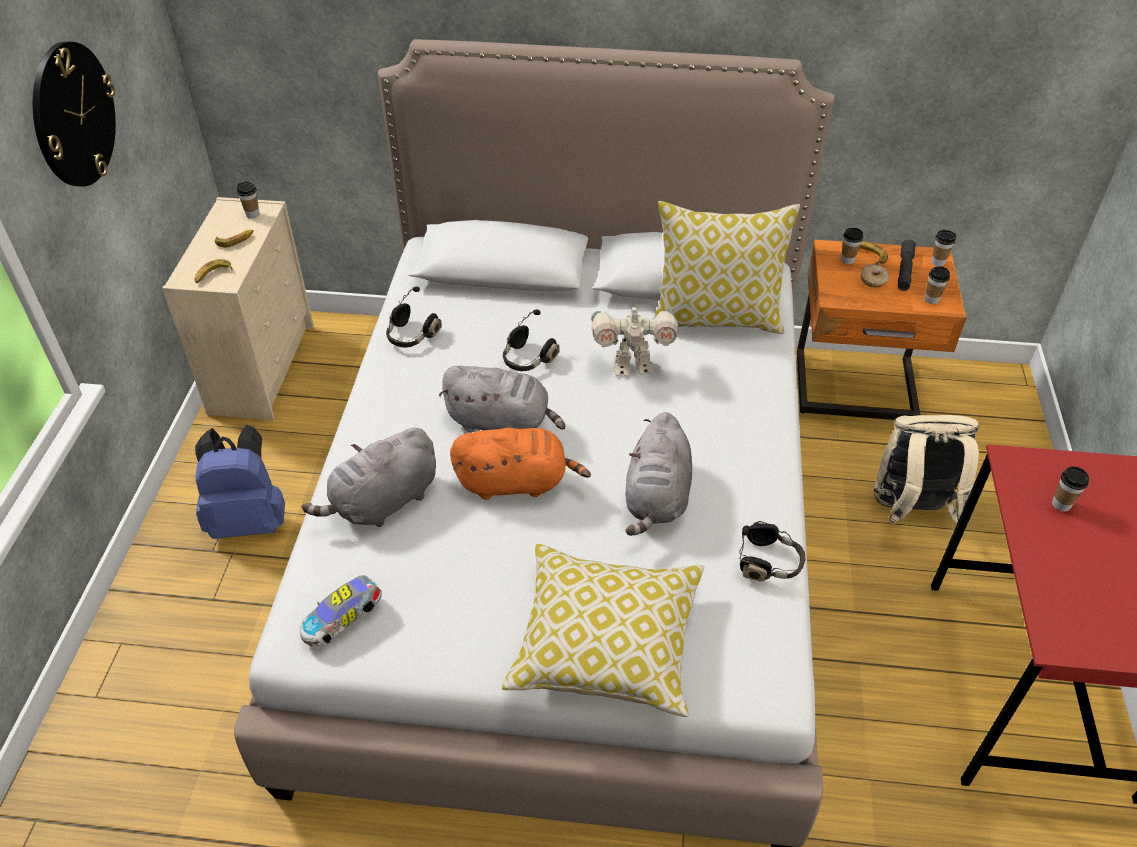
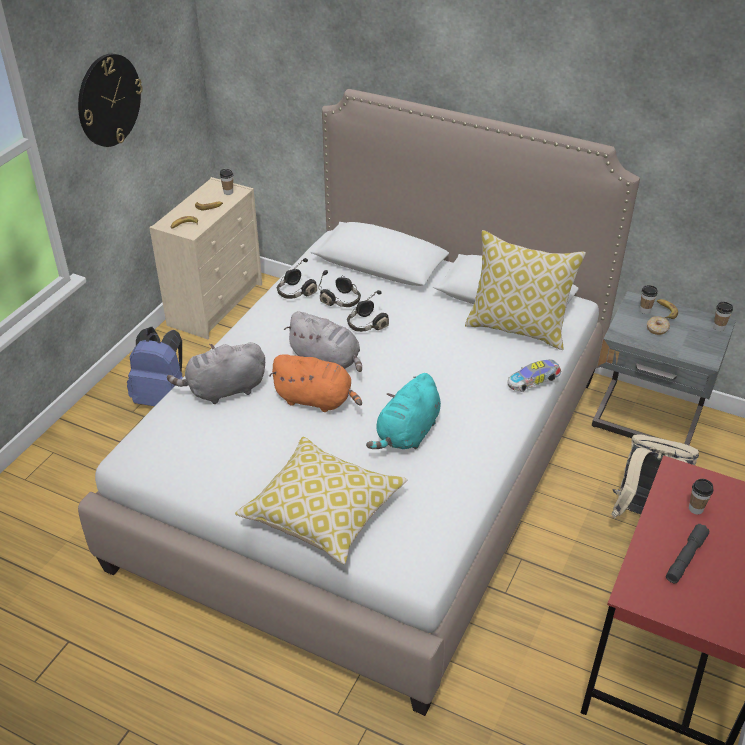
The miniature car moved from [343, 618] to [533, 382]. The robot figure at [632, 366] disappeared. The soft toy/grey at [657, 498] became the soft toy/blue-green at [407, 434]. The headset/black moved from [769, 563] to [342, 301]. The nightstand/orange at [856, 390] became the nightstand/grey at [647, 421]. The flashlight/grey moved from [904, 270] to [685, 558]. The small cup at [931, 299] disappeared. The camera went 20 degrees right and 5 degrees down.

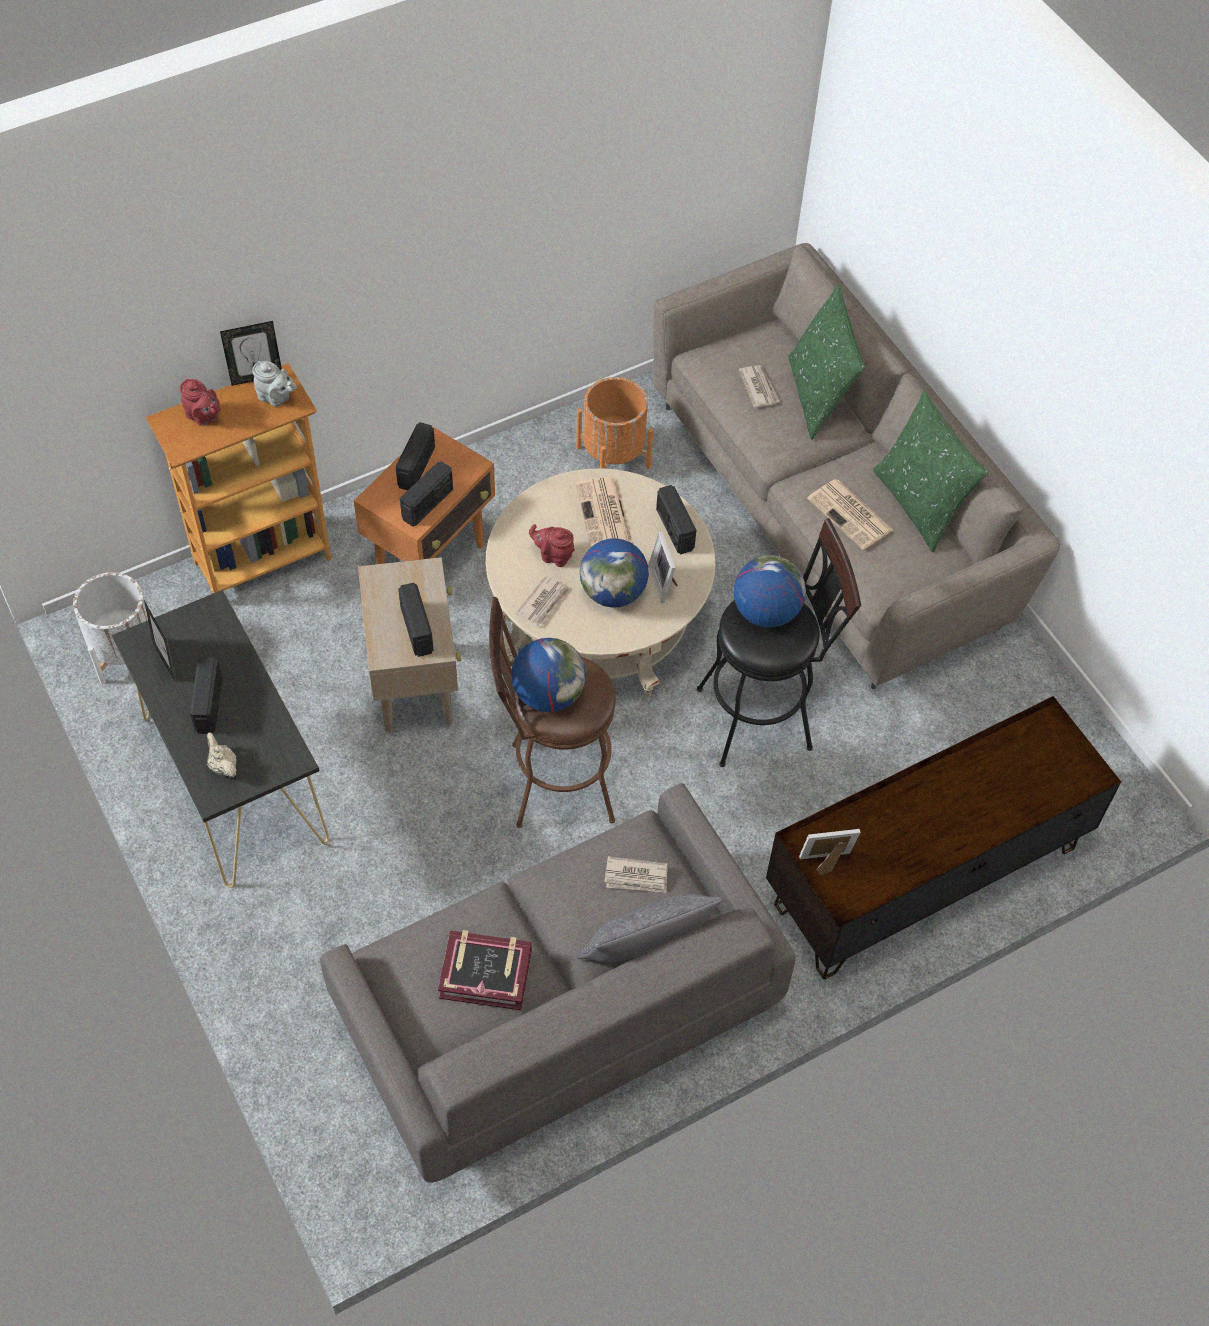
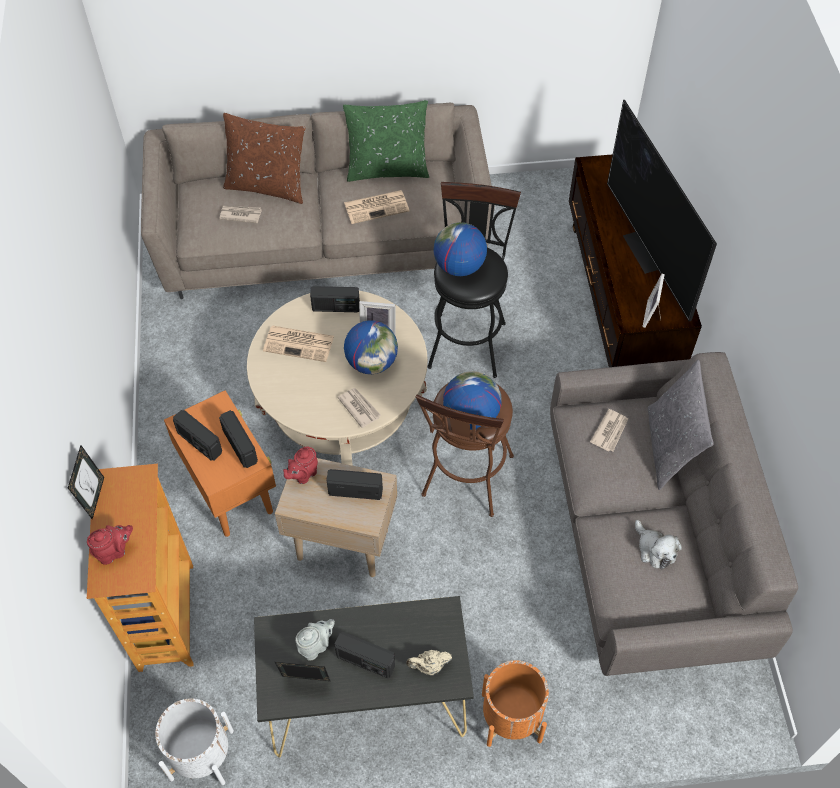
The teapot/grey moved from [276, 398] to [316, 646]. The volume at [486, 973] was replaced by the soft toy at [654, 549]. The teapot/red moved from [553, 556] to [303, 474]. The plant pot/orange moved from [613, 456] to [511, 717]. The cushion/green at [818, 396] became the cushion/brownish at [267, 186]. The TV at [647, 251] appeared. The camera went 65 degrees left and 0 degrees up.

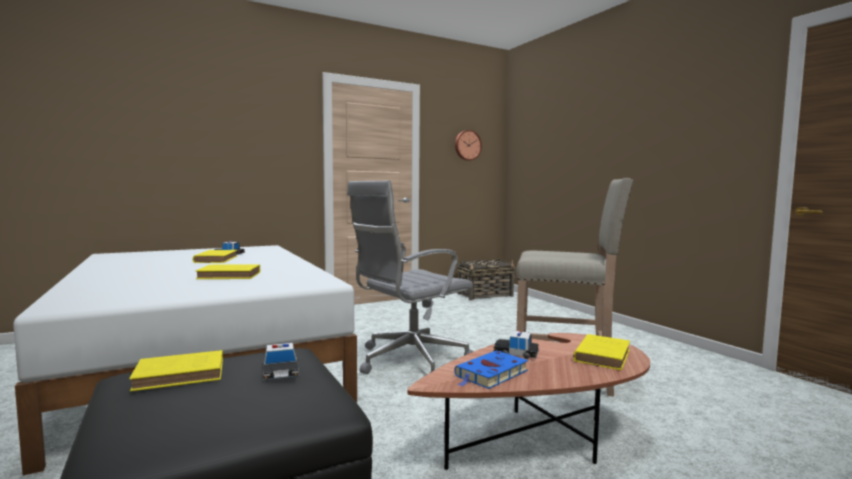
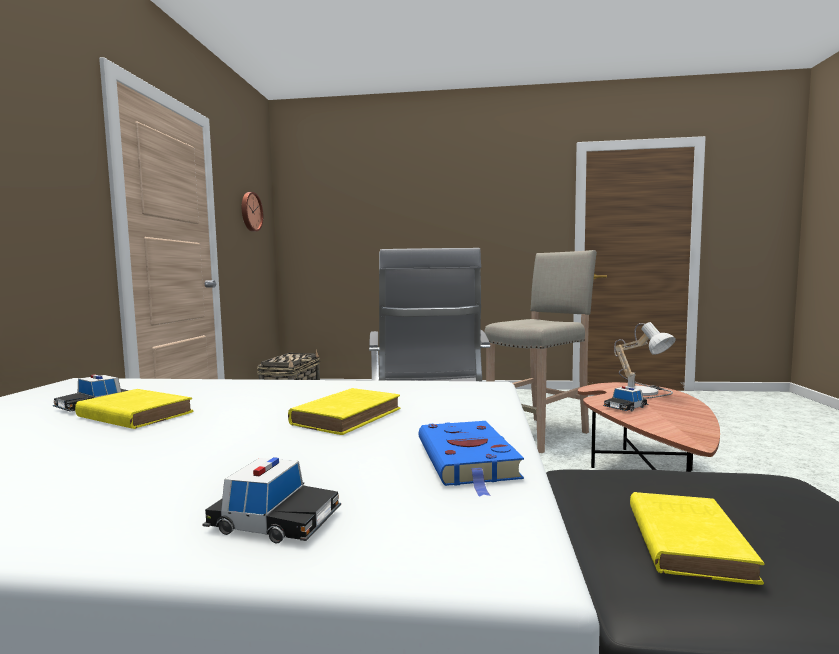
The miniature car moved from [280, 371] to [275, 520]. The volume/bluish moved from [490, 374] to [468, 461]. The volume/yellowish at [602, 355] was replaced by the lamp for a table at [644, 391]. The camera went 55 degrees left and 0 degrees up.

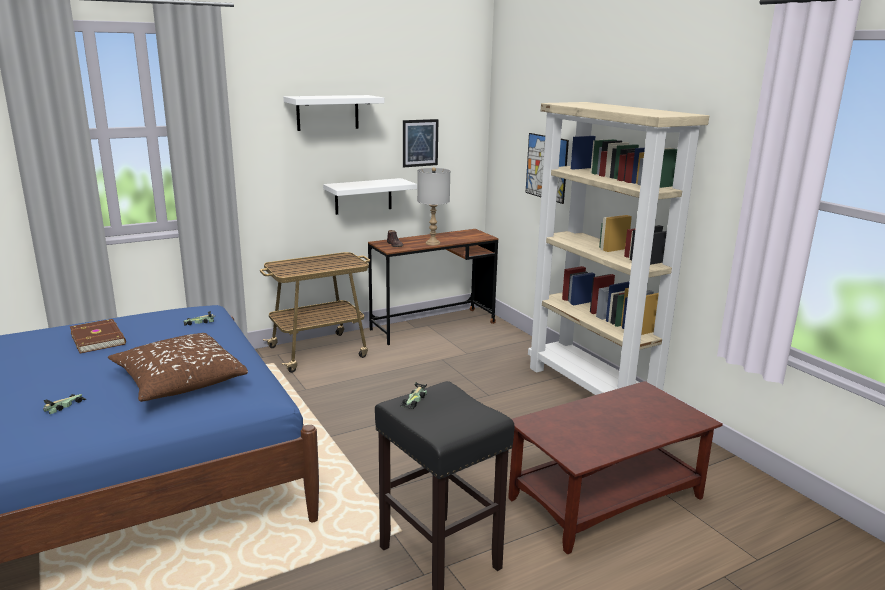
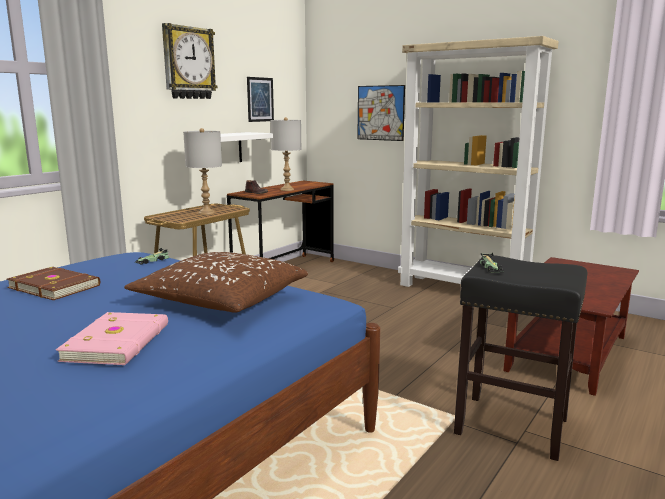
The miniature car at [64, 406] was replaced by the volume/pink-coloured at [119, 342]. The wall shelf/white at [327, 112] was replaced by the hanging clock at [188, 63]. The lamp for a table/grey at [206, 213] appeared. The camera went 25 degrees left and 5 degrees down.

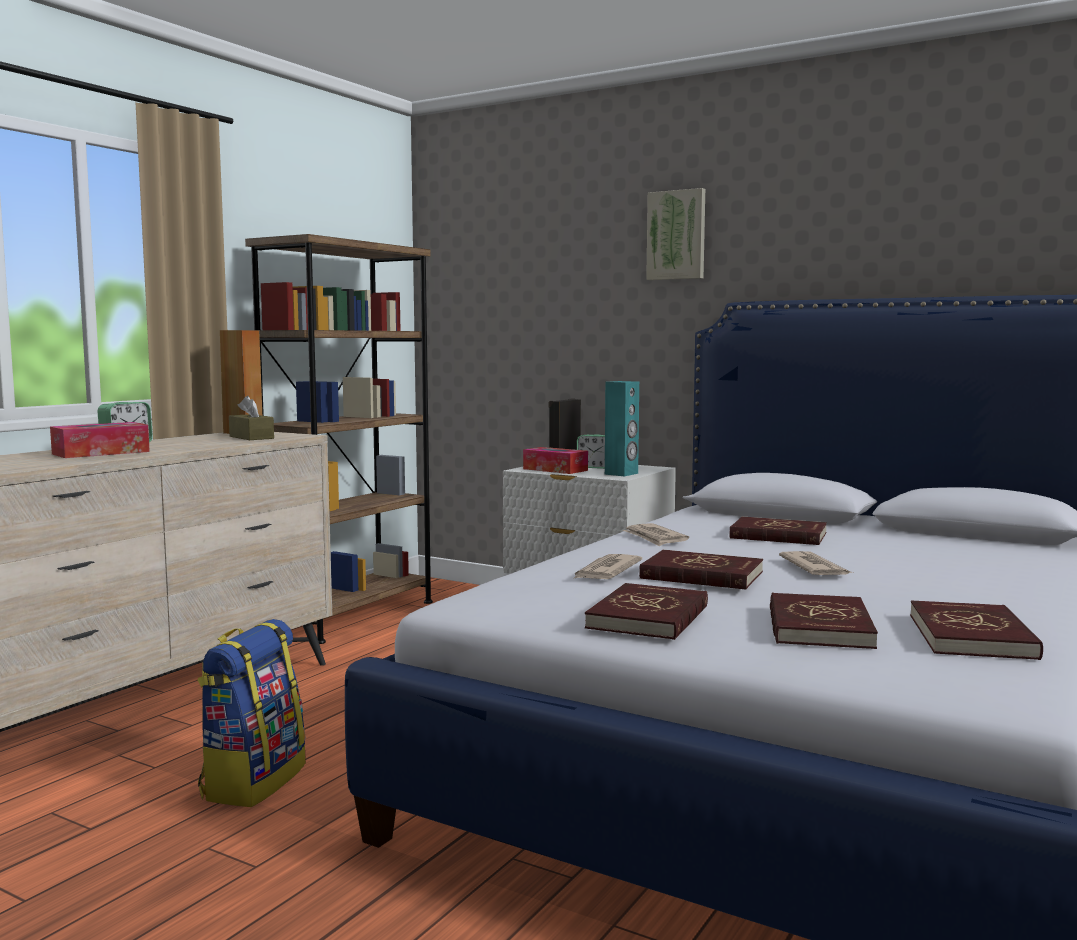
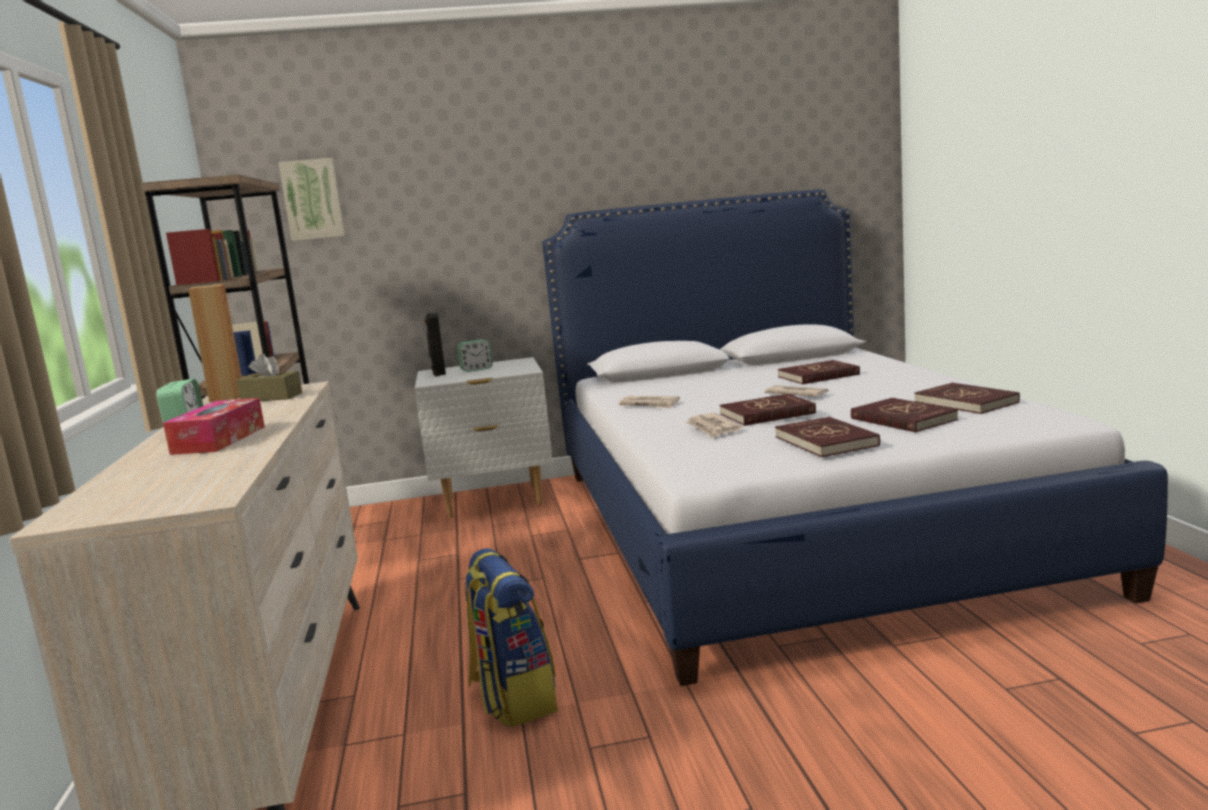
The box of tissues at [555, 469] disappeared. The speaker/blue-green at [621, 474] disappeared. The wall picture moved from [677, 235] to [312, 199]. The volume/red moved from [778, 536] to [818, 376]. The camera went 40 degrees left and 5 degrees up.

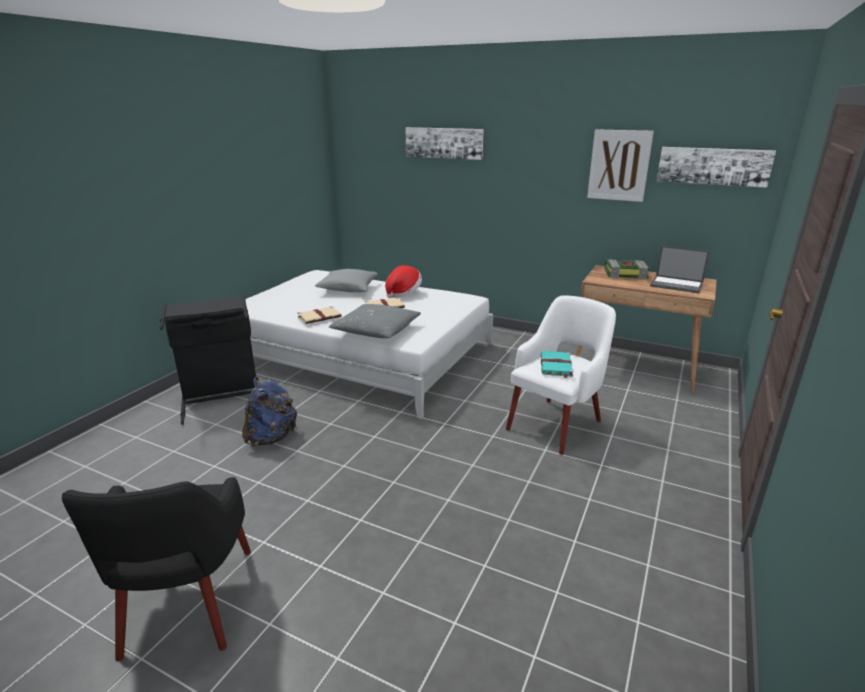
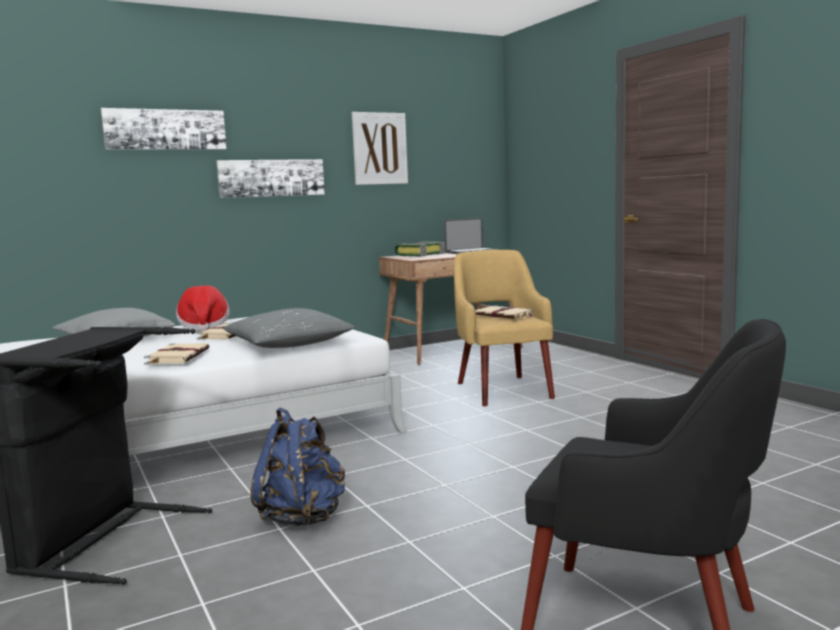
The easy chair/white at [556, 424] became the easy chair/yellowish at [502, 389]. The volume/blue-green at [556, 366] became the volume/beige at [505, 315]. The wall picture moved from [713, 166] to [271, 178]. The camera went 55 degrees left and 15 degrees down.

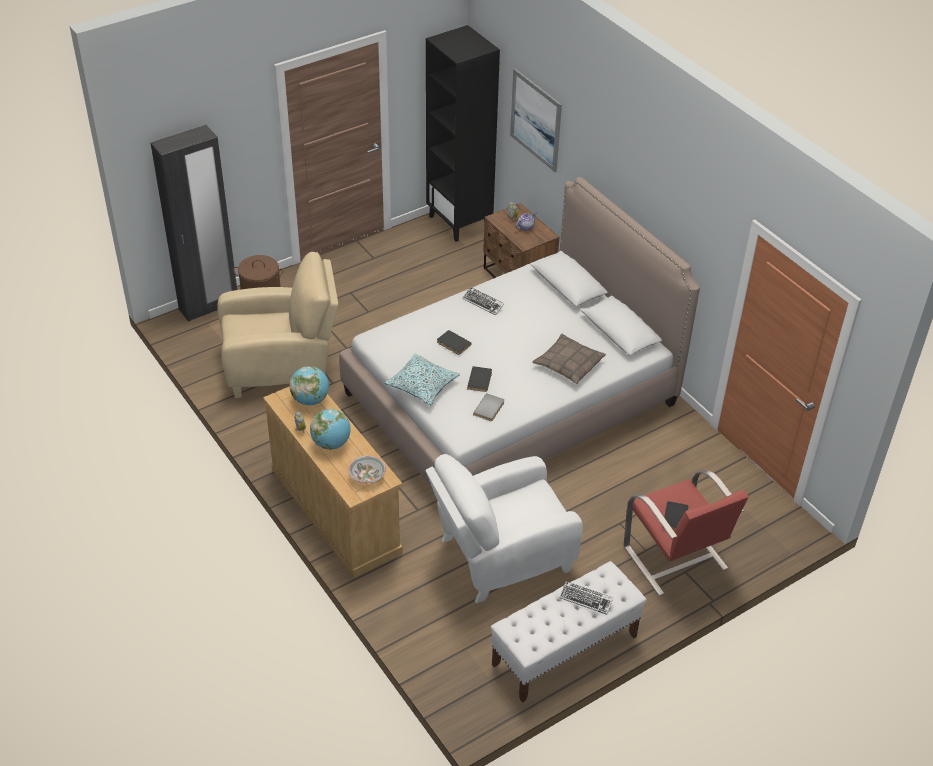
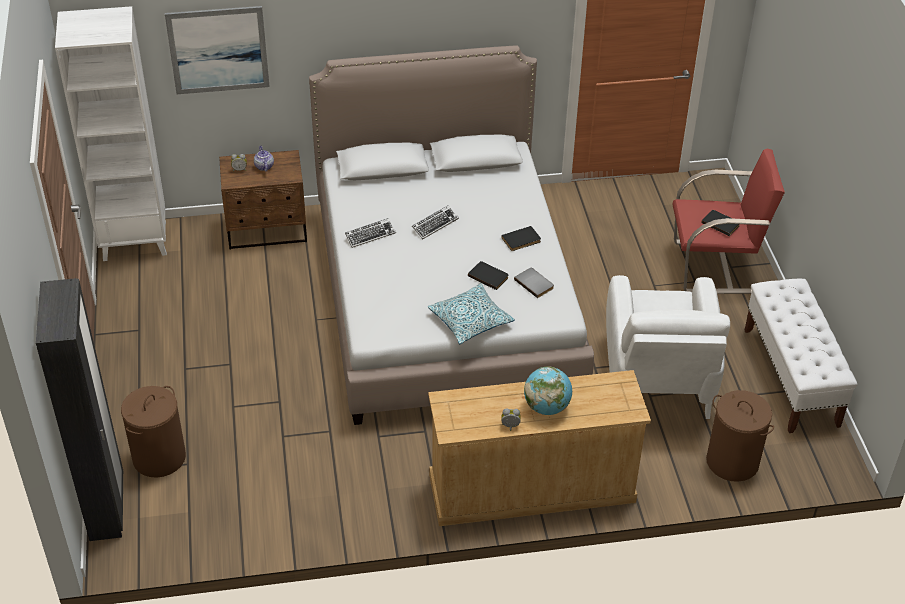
The easy chair/beige at [282, 367] disappeared. The desk globe at [310, 400] disappeared. The bowl at [367, 476] disappeared. The shelving unit/black at [460, 222] became the shelving unit/white at [135, 240]. The volume/black moved from [453, 344] to [521, 240]. The cushion at [568, 364] disappeared. The computer keyboard moved from [586, 599] to [435, 224]. The washing basket/brownish at [732, 461] appeared. The camera went 65 degrees left and 0 degrees up.

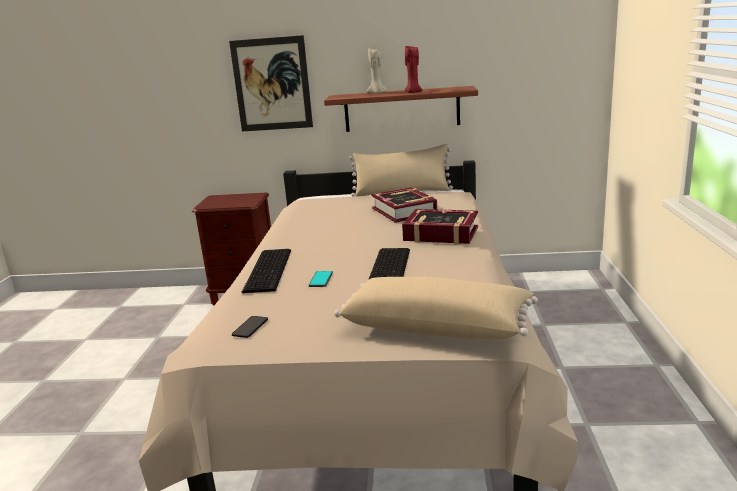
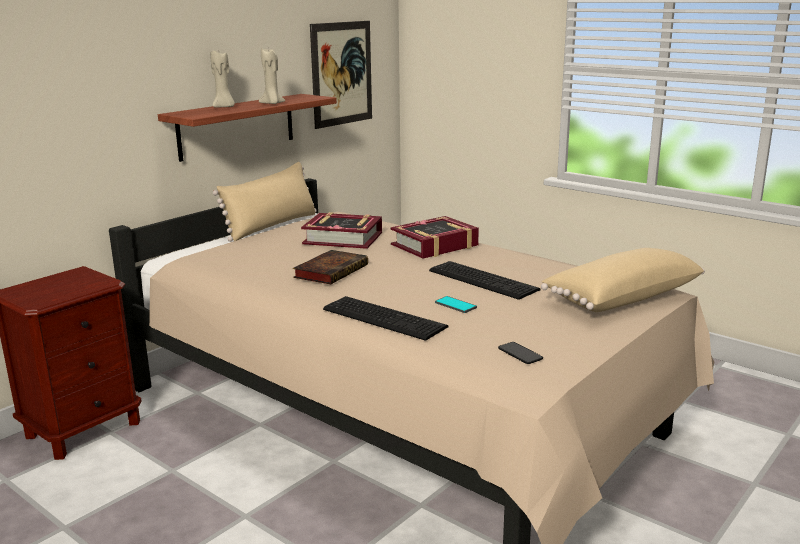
The wall picture moved from [272, 84] to [342, 73]. The candle/red at [413, 92] became the candle/beige at [272, 104]. The volume at [331, 271] appeared. The camera went 55 degrees left and 0 degrees up.

